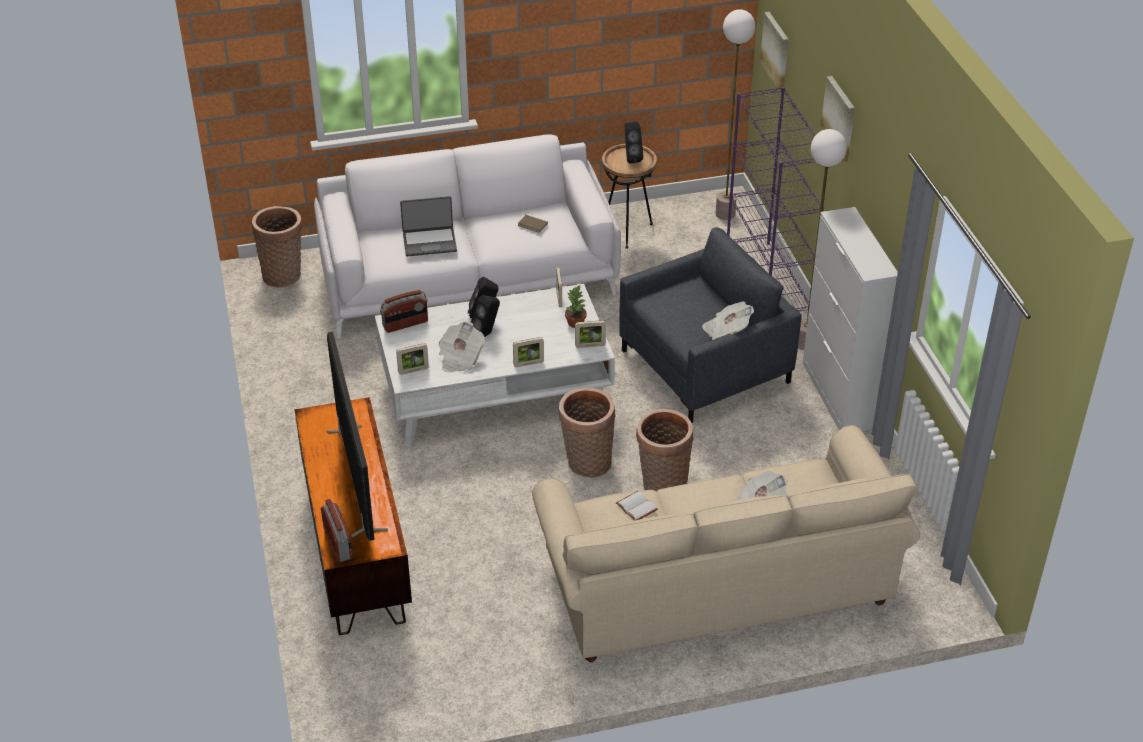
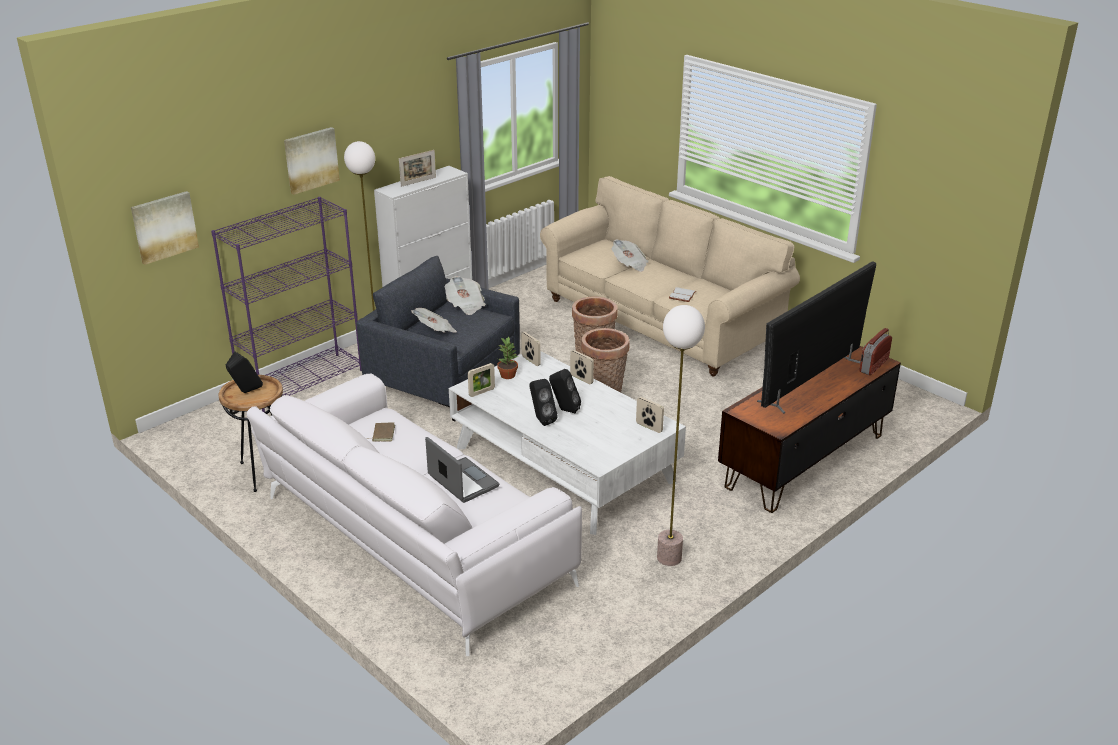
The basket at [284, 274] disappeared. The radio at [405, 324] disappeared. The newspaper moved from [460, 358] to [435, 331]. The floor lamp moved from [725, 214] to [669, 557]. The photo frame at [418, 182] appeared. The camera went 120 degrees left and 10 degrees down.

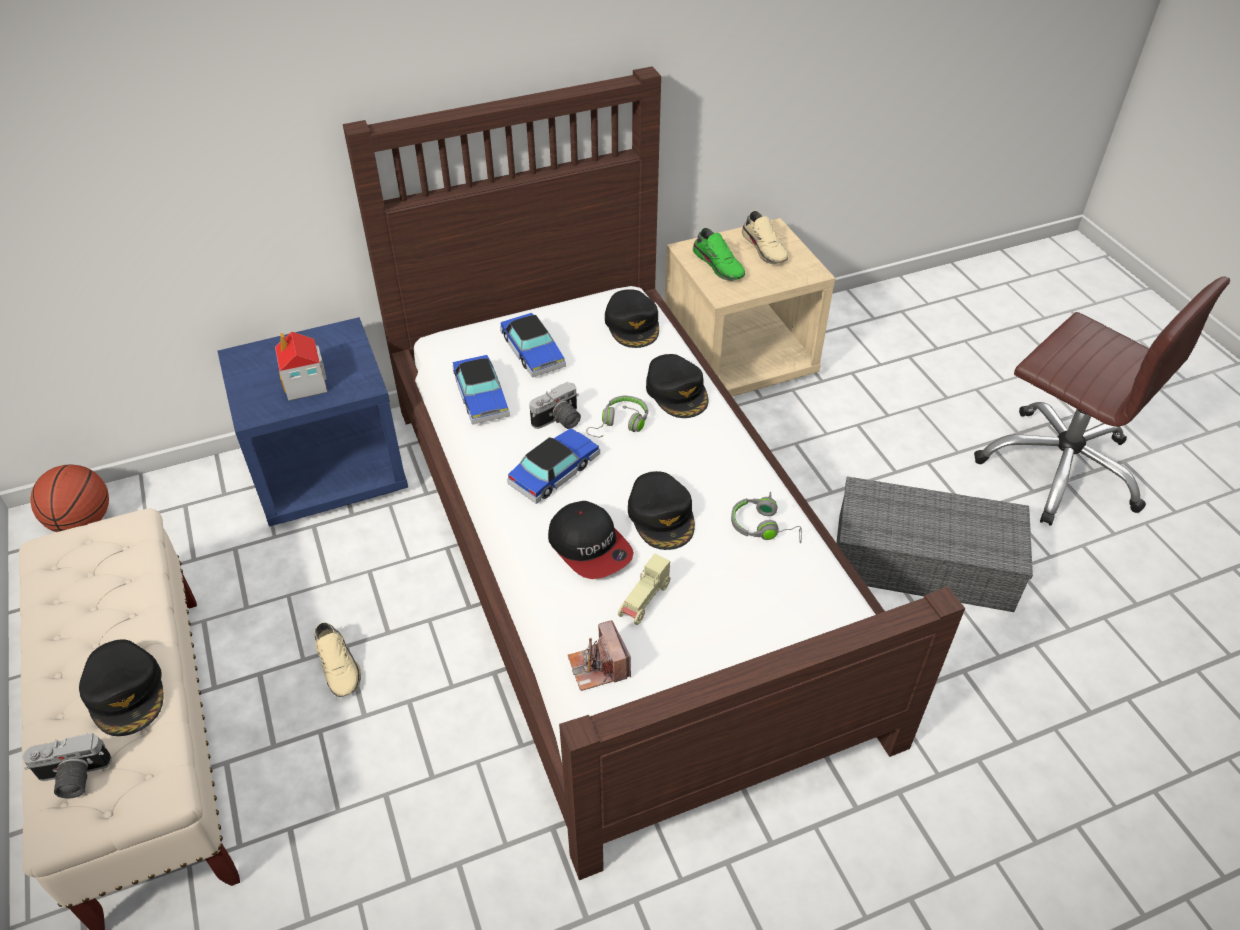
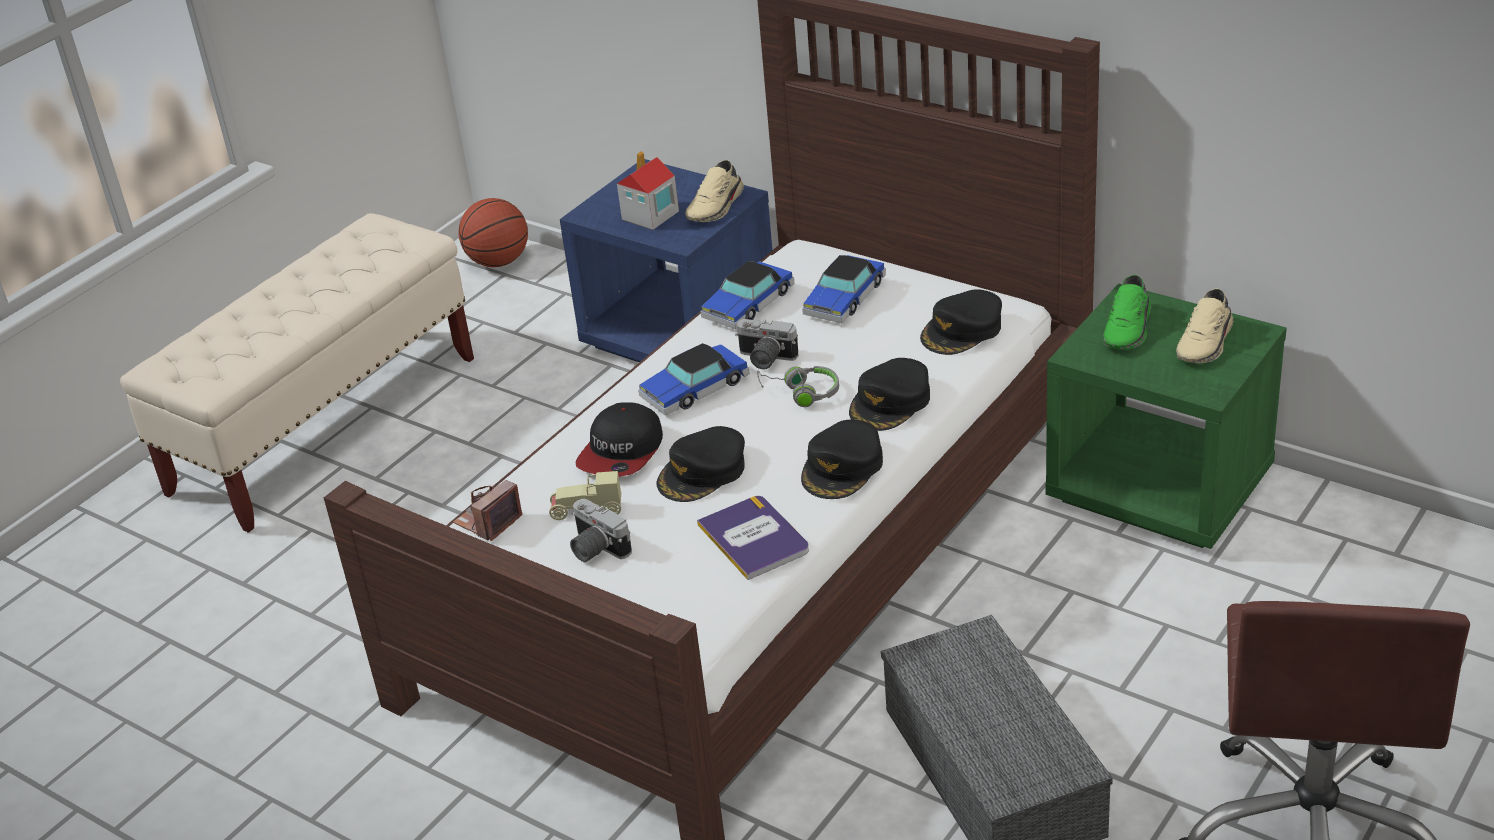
The photo camera moved from [73, 778] to [595, 549]. The peaked cap/black moved from [126, 692] to [843, 468]. The shoe/beige moved from [339, 665] to [717, 207]. The miniature car at [554, 471] turned 135 degrees clockwise. The nightstand/beige at [739, 360] became the nightstand/green at [1160, 488]. The headset/grey at [764, 527] was replaced by the volume at [754, 538]. The camera went 60 degrees right and 10 degrees down.

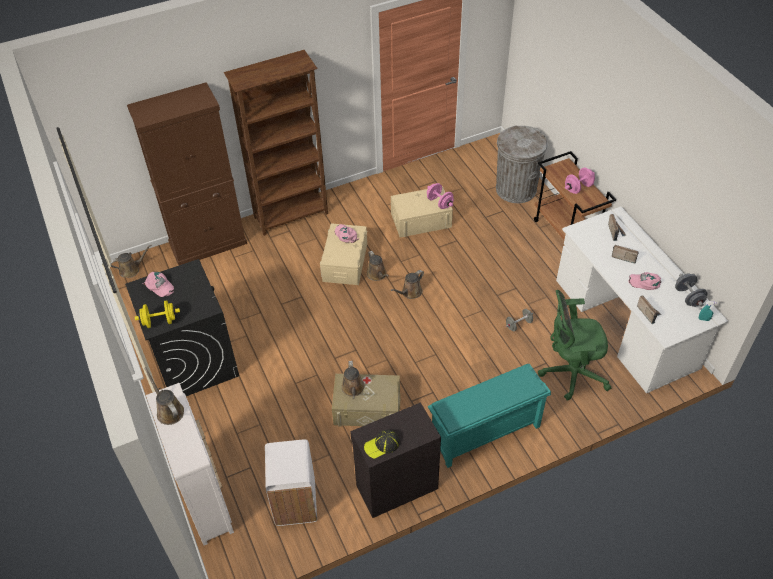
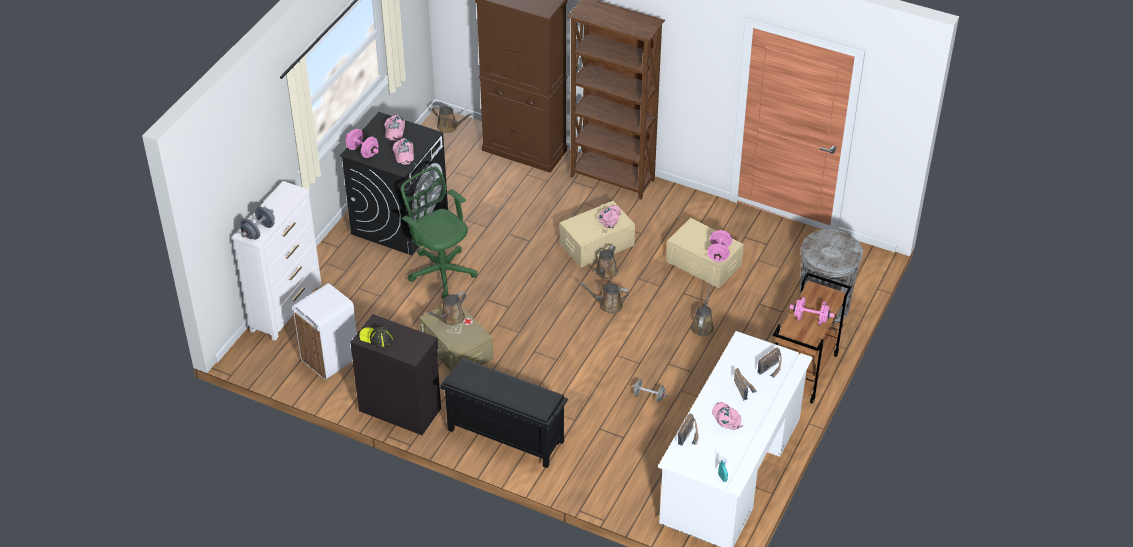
The free weight/yellowish at [160, 321] became the free weight/pink-coloured at [362, 151]. The watering can/brownish moved from [169, 410] to [702, 325]. The shoe stand/blue-green at [484, 434] became the shoe stand/black at [504, 436]. The computer chair/green moved from [570, 373] to [440, 270]. The free weight/grey moved from [688, 297] to [259, 231]. The peaked cap/pink-coloured at [403, 153] appeared. The camera went 50 degrees right and 5 degrees down.

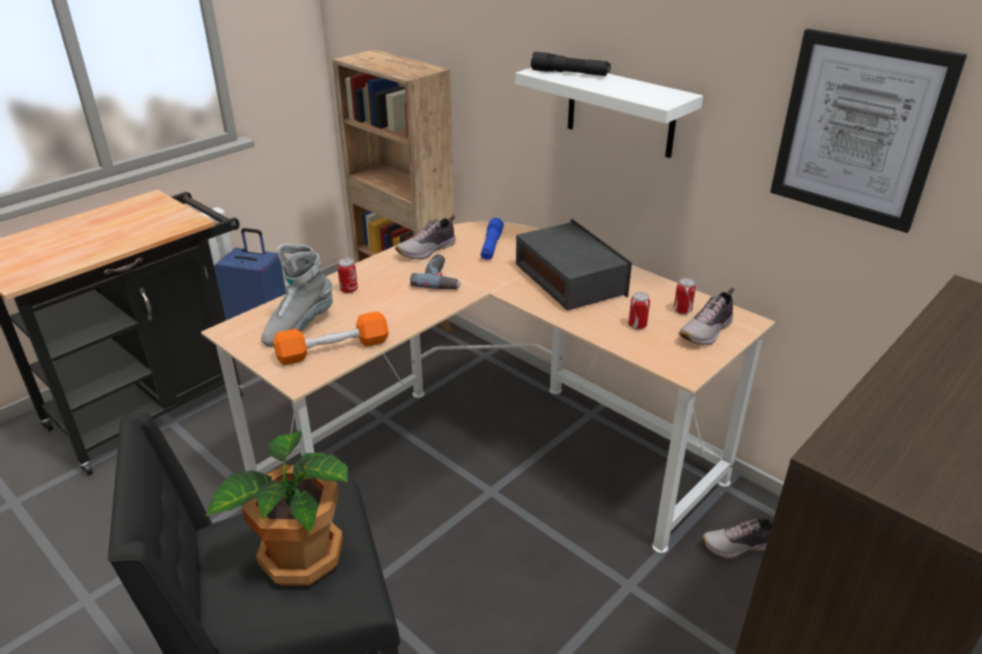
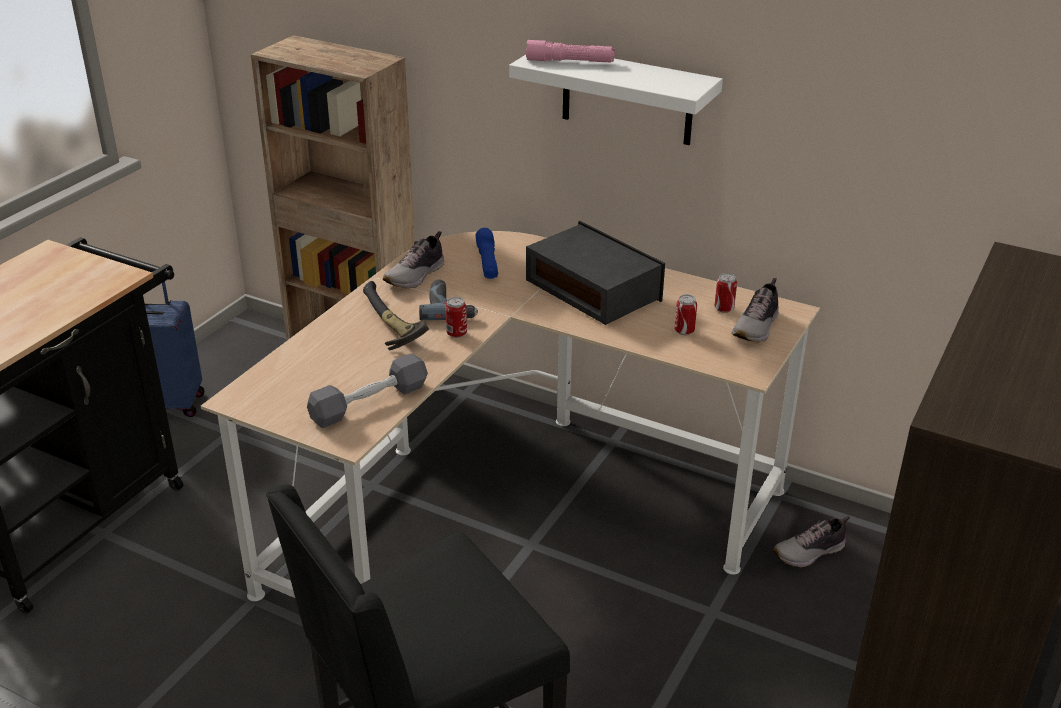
The potted plant at [299, 557] disappeared. The high-top boot/grey at [299, 327] disappeared. The free weight/orange at [333, 349] became the free weight/grey at [369, 403]. The can moved from [349, 290] to [456, 334]. The flashlight/black at [570, 73] became the flashlight/pink-coloured at [570, 62]. The wall picture at [859, 130] disappeared. The hand hammer at [388, 325] appeared. The camera went 15 degrees left and 0 degrees up.

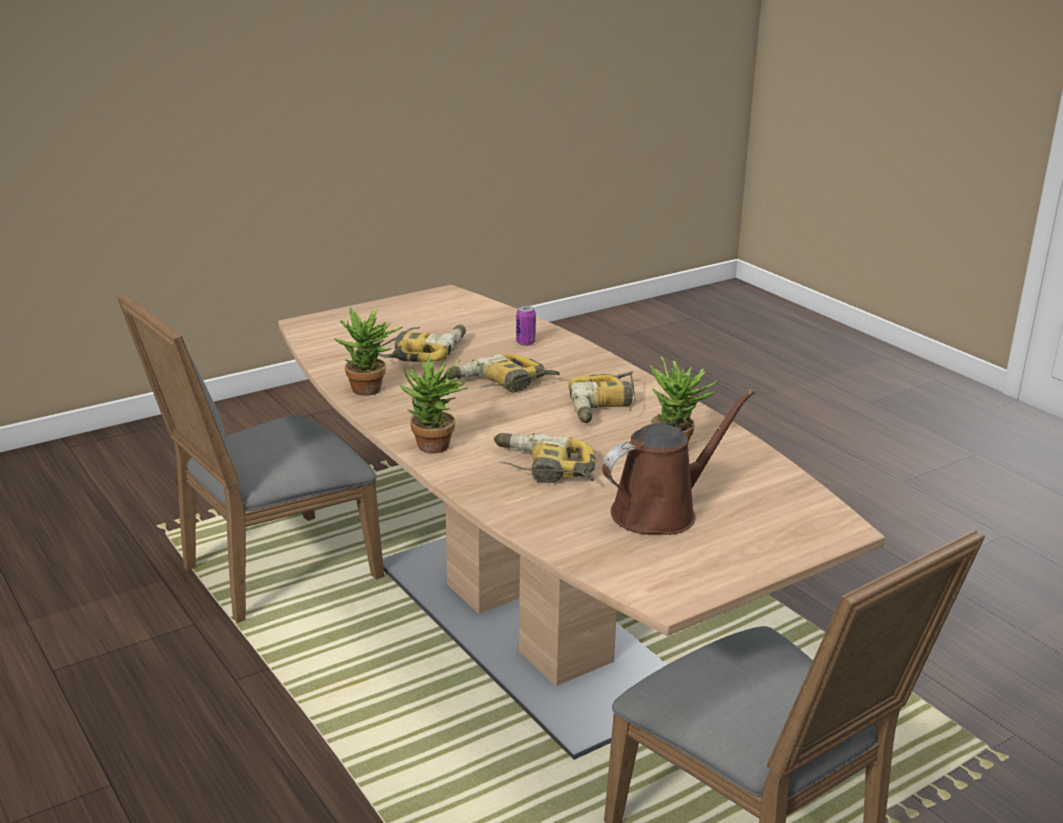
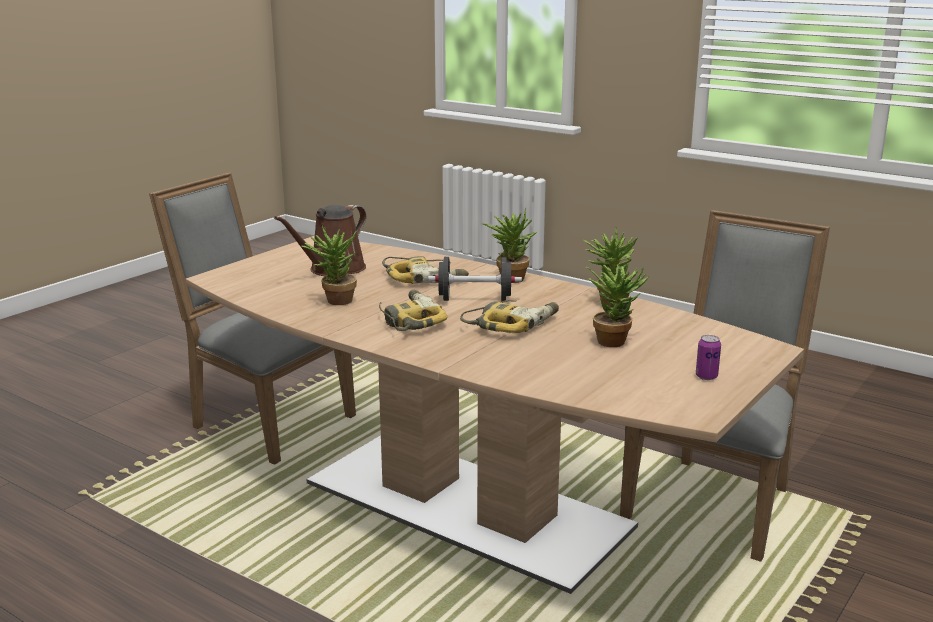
The drill at [424, 352] was replaced by the potted plant at [614, 340]. The can moved from [525, 342] to [706, 376]. The free weight/black at [474, 299] appeared. The camera went 160 degrees right and 5 degrees down.

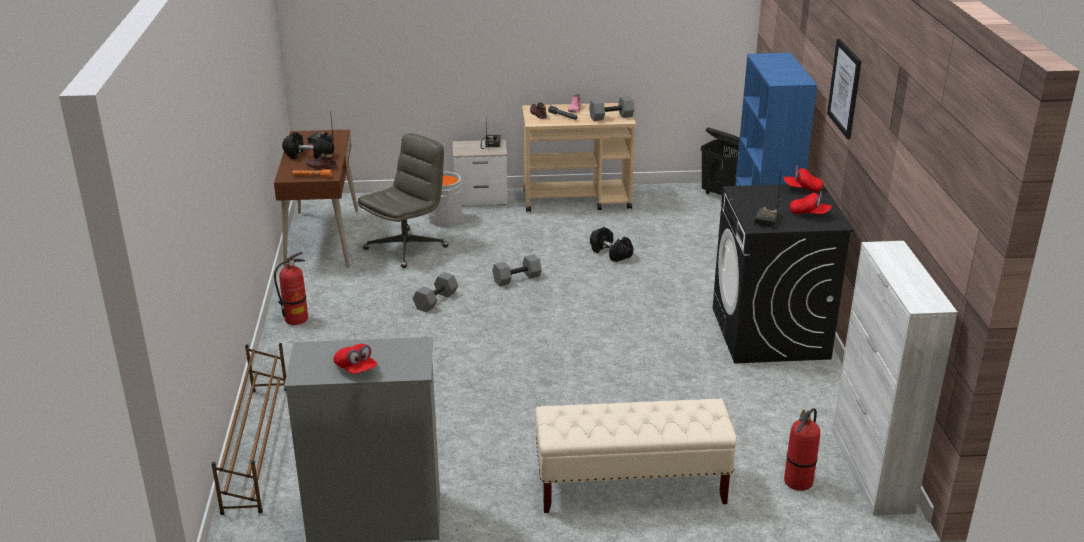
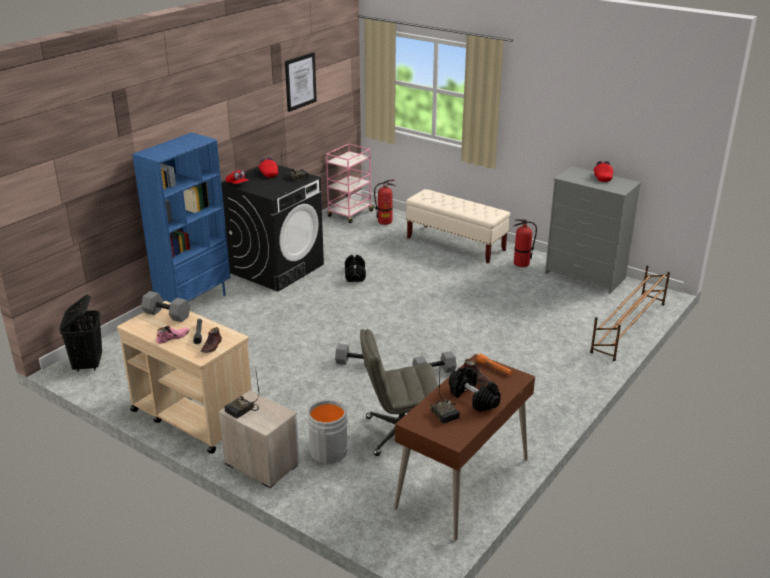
The fire extinguisher moved from [296, 319] to [521, 264]. The free weight/black moved from [610, 253] to [355, 275]. The wall picture moved from [845, 88] to [300, 81]. The cupboard/white at [871, 470] was replaced by the trolley/pink-coloured at [350, 214]. The camera went 140 degrees left and 0 degrees up.

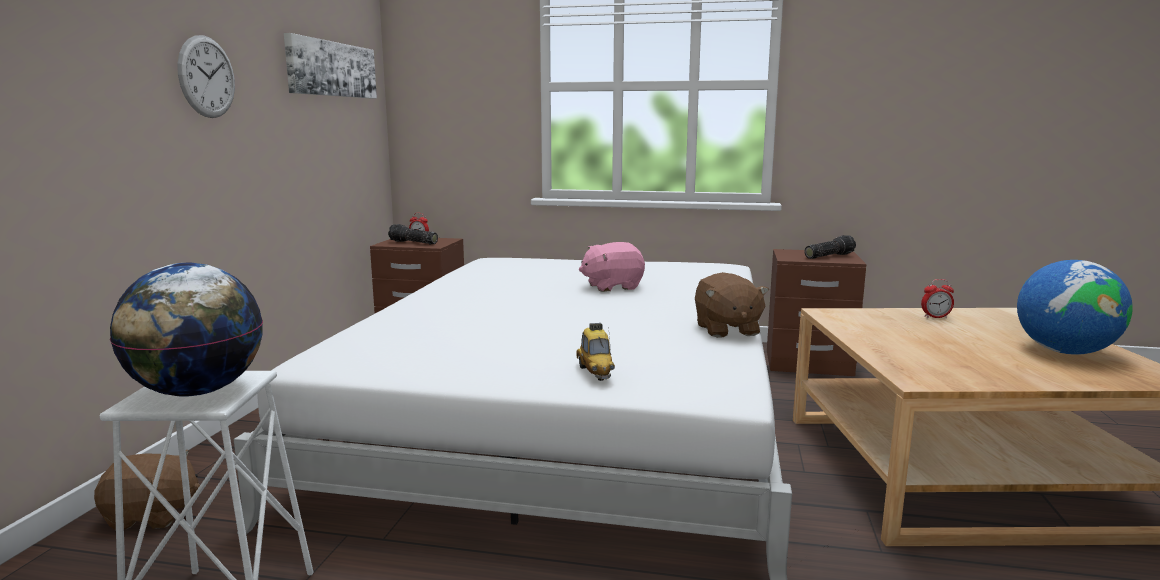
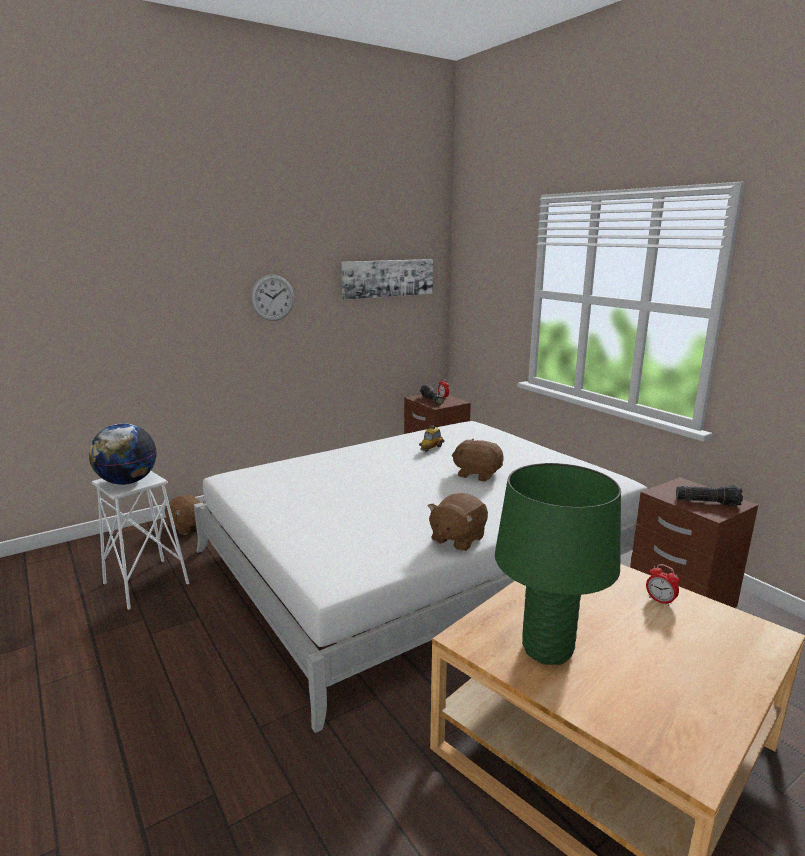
The miniature car moved from [595, 372] to [431, 448]. The soft toy/pink-coloured at [612, 287] became the soft toy/brownish at [477, 474]. The desk globe at [1064, 352] disappeared. The lamp for a table/green at [547, 650] appeared. The camera went 45 degrees right and 5 degrees up.

